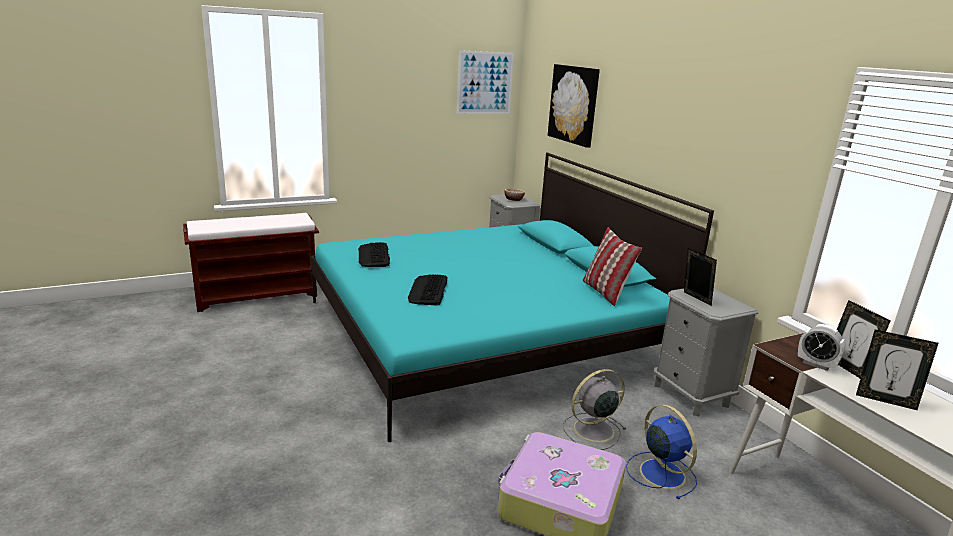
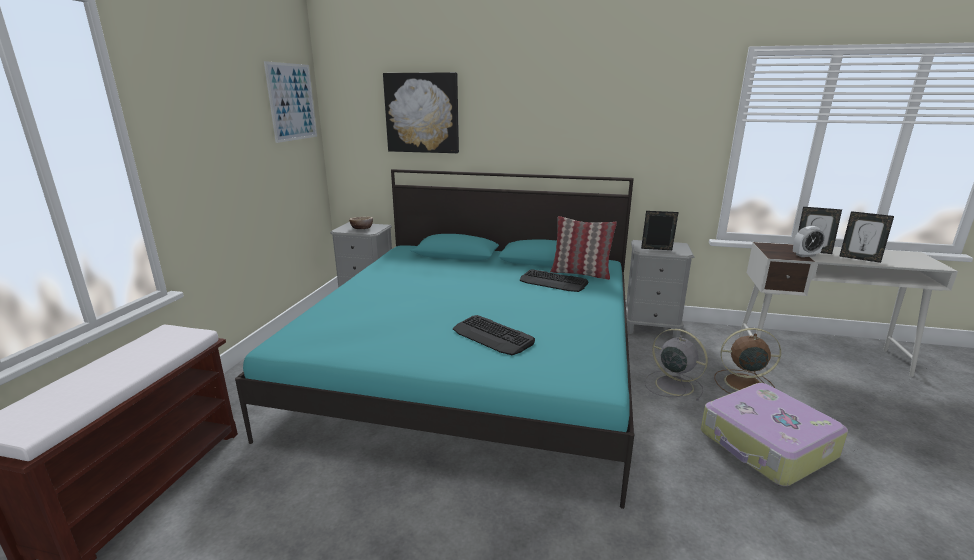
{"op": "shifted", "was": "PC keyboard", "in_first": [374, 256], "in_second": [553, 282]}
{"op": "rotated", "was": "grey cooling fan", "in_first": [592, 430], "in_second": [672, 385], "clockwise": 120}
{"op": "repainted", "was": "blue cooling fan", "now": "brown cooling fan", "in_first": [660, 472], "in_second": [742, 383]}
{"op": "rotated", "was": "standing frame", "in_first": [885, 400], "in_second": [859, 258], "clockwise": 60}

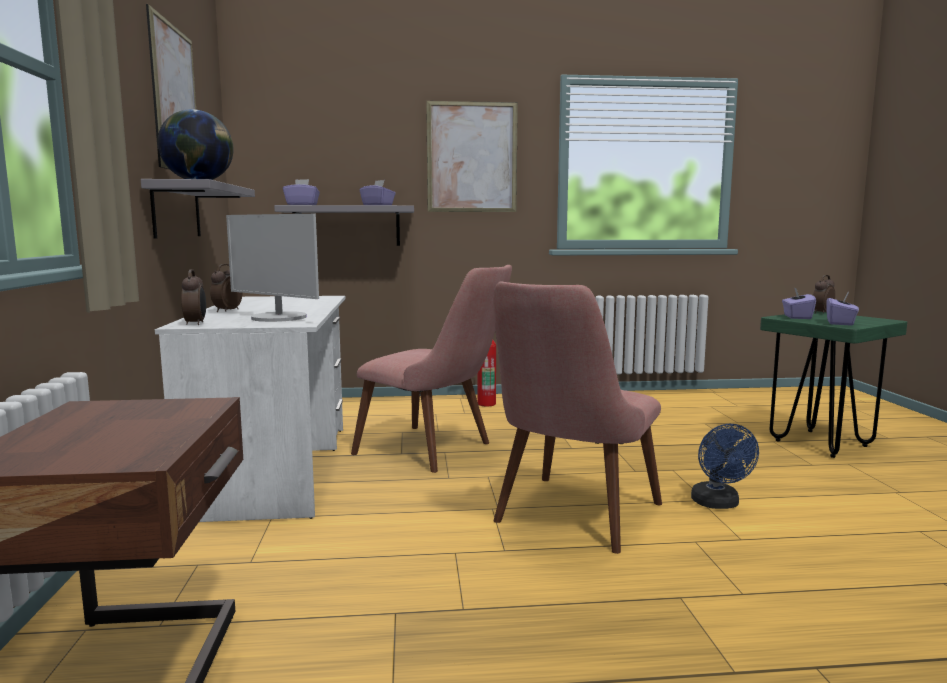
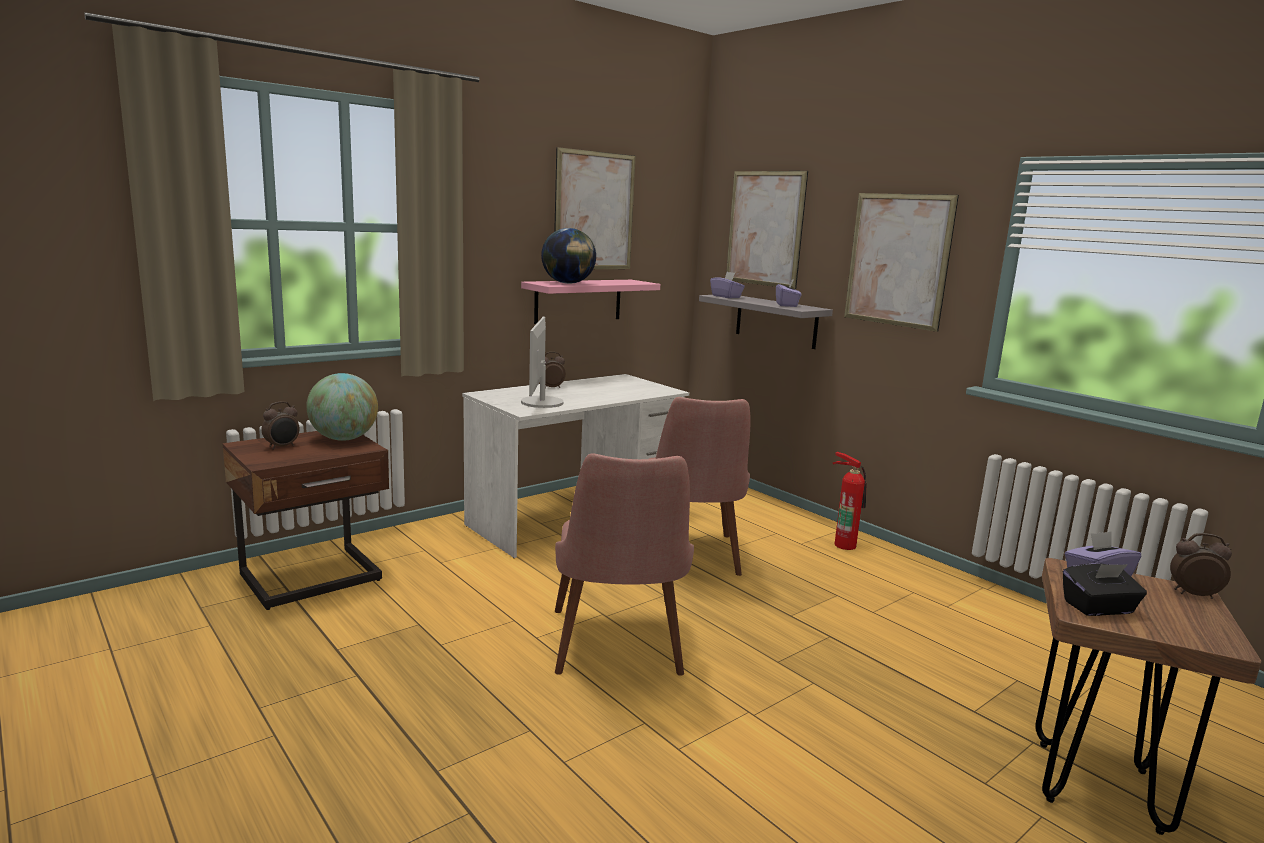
{"op": "repainted", "was": "grey bracket shelf", "now": "pink bracket shelf", "in_first": [176, 211], "in_second": [578, 301]}
{"op": "shifted", "was": "table clock", "in_first": [196, 323], "in_second": [282, 447]}
{"op": "rotated", "was": "pink chair", "in_first": [570, 520], "in_second": [618, 652], "clockwise": -90}
{"op": "gone", "was": "blue cooling fan", "in_first": [718, 504]}
{"op": "repainted", "was": "green stool seat", "now": "brown stool seat", "in_first": [820, 443], "in_second": [1096, 786]}
{"op": "repainted", "was": "purplish tissue holder", "now": "black-coloured tissue holder", "in_first": [840, 323], "in_second": [1098, 608]}
{"op": "new", "now": "world globe", "in_second": [344, 439]}
{"op": "new", "now": "wall picture", "in_second": [765, 228]}

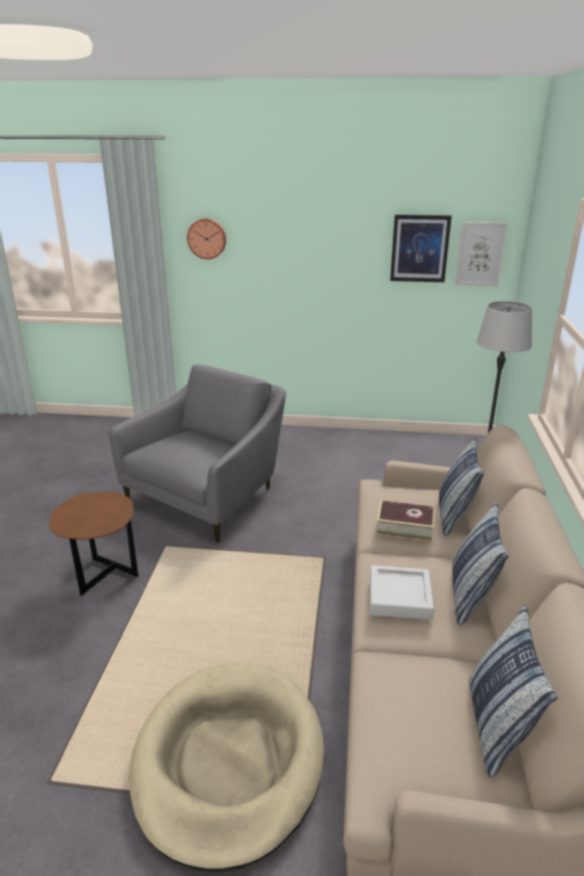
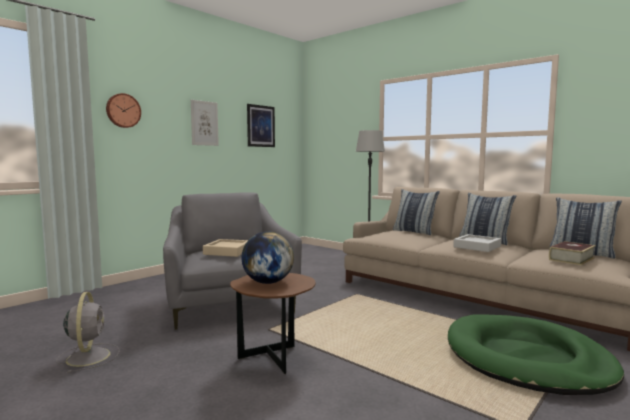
{"op": "repainted", "was": "sand-coloured dog cushion", "now": "green dog cushion", "in_first": [229, 762], "in_second": [526, 359]}
{"op": "shifted", "was": "book", "in_first": [405, 527], "in_second": [571, 259]}
{"op": "shifted", "was": "wall picture", "in_first": [480, 254], "in_second": [204, 123]}
{"op": "new", "now": "grey cooling fan", "in_second": [88, 356]}
{"op": "new", "now": "sand-coloured serving tray", "in_second": [228, 251]}
{"op": "new", "now": "world globe", "in_second": [268, 282]}

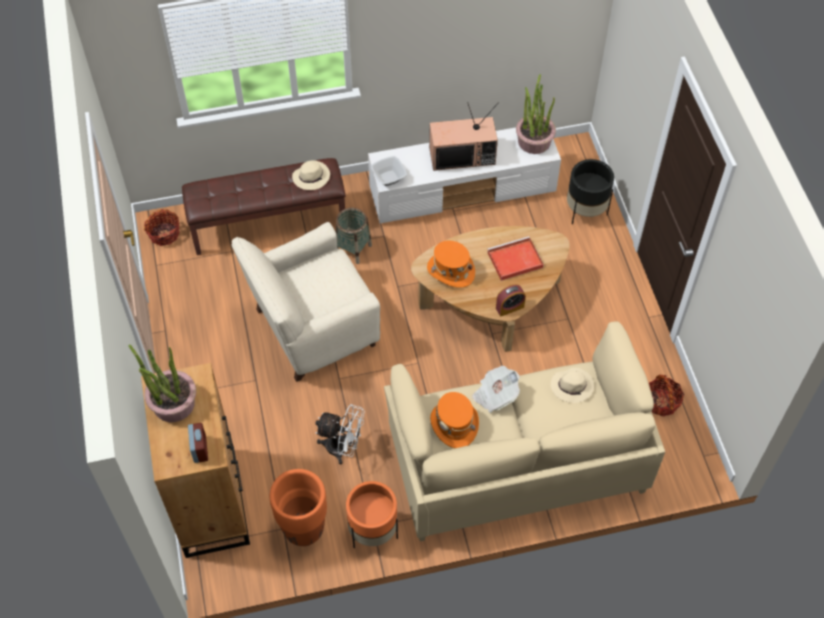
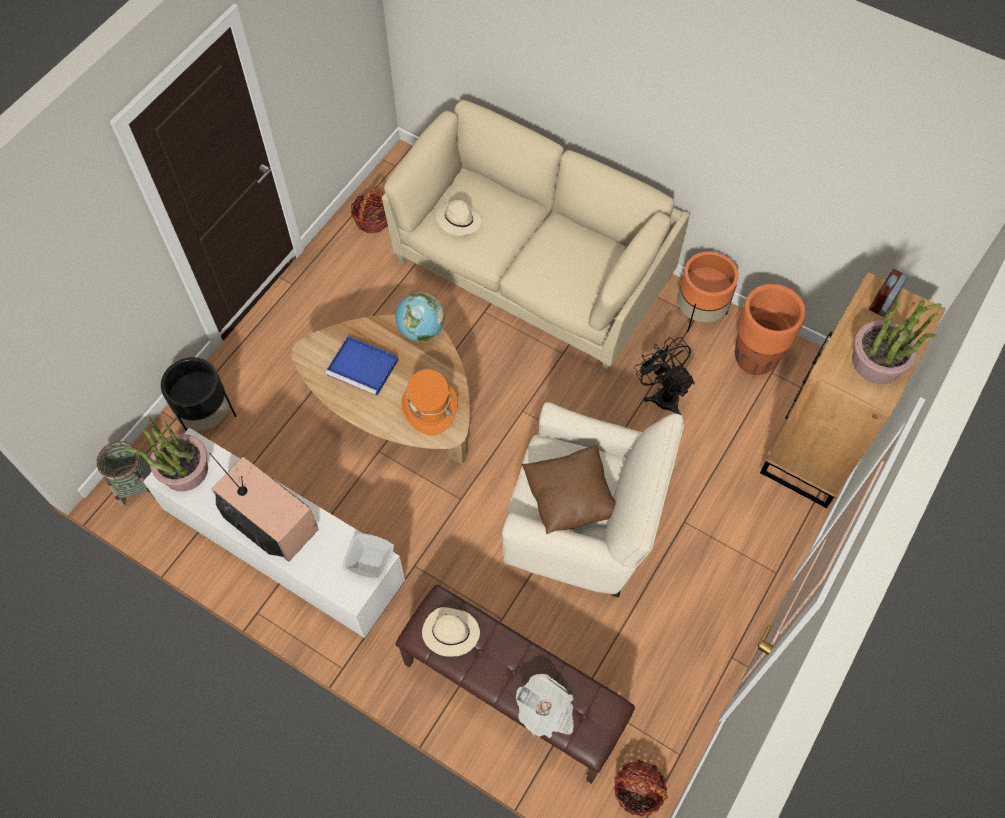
{"op": "repainted", "was": "white cooling fan", "now": "black-coloured cooling fan", "in_first": [342, 448], "in_second": [662, 394]}
{"op": "shifted", "was": "basket", "in_first": [353, 249], "in_second": [137, 486]}
{"op": "gone", "was": "orangey clothing hat", "in_first": [454, 424]}
{"op": "shifted", "was": "daily paper", "in_first": [495, 395], "in_second": [546, 712]}
{"op": "repainted", "was": "reddish serving tray", "now": "blue serving tray", "in_first": [514, 260], "in_second": [364, 367]}
{"op": "swapped", "was": "table clock", "now": "world globe", "in_first": [510, 307], "in_second": [421, 330]}
{"op": "new", "now": "brown throw pillow", "in_second": [570, 499]}

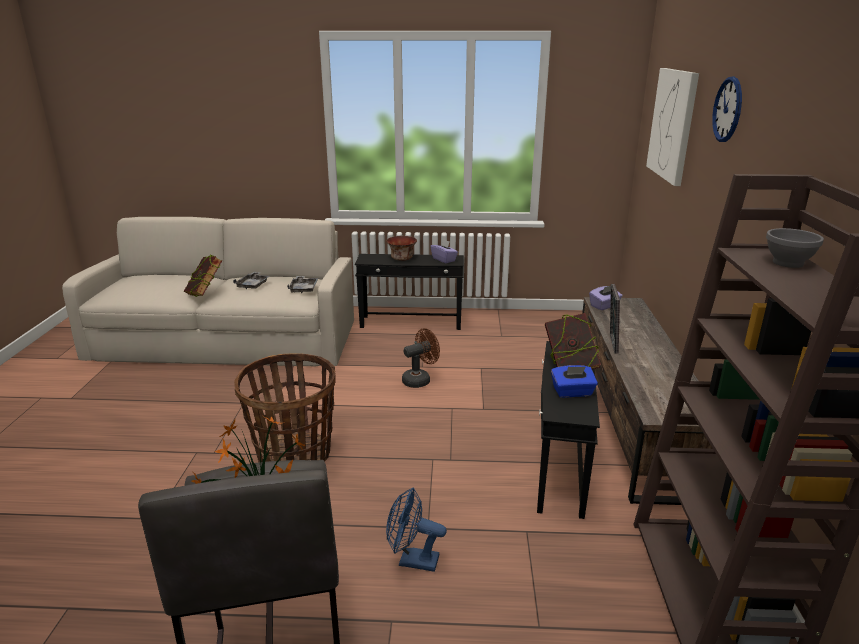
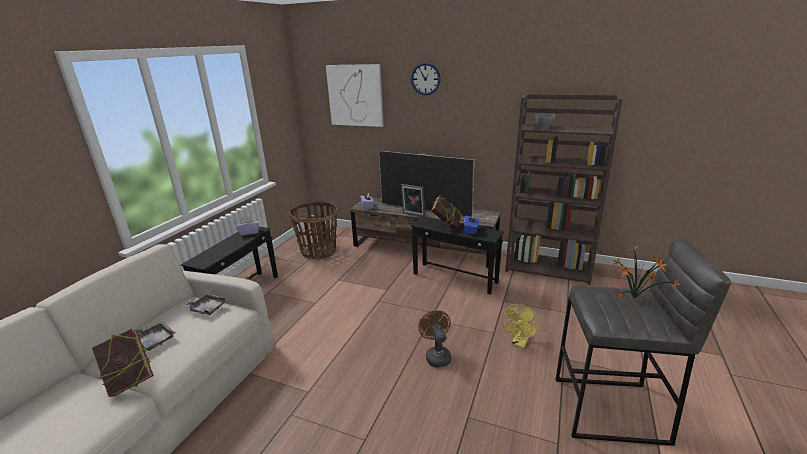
{"op": "shifted", "was": "basket", "in_first": [294, 457], "in_second": [319, 251]}
{"op": "gone", "was": "deep dish", "in_first": [402, 259]}
{"op": "repainted", "was": "blue cooling fan", "now": "yellow cooling fan", "in_first": [412, 560], "in_second": [519, 343]}
{"op": "shifted", "was": "brown cooling fan", "in_first": [420, 380], "in_second": [436, 355]}
{"op": "new", "now": "TV", "in_second": [425, 210]}

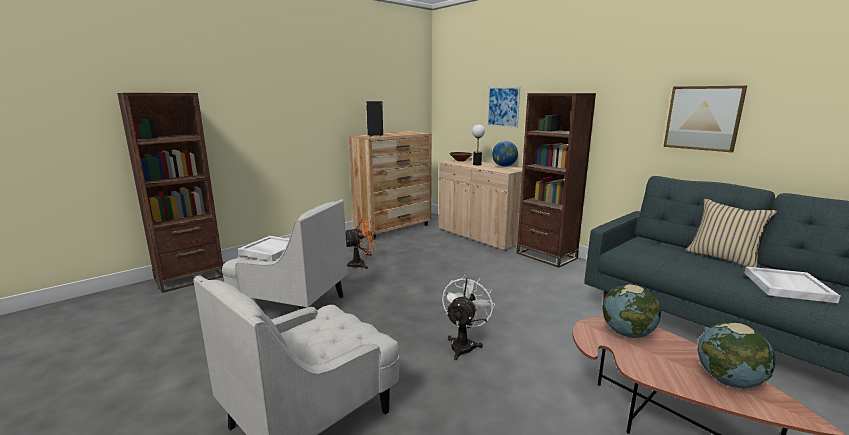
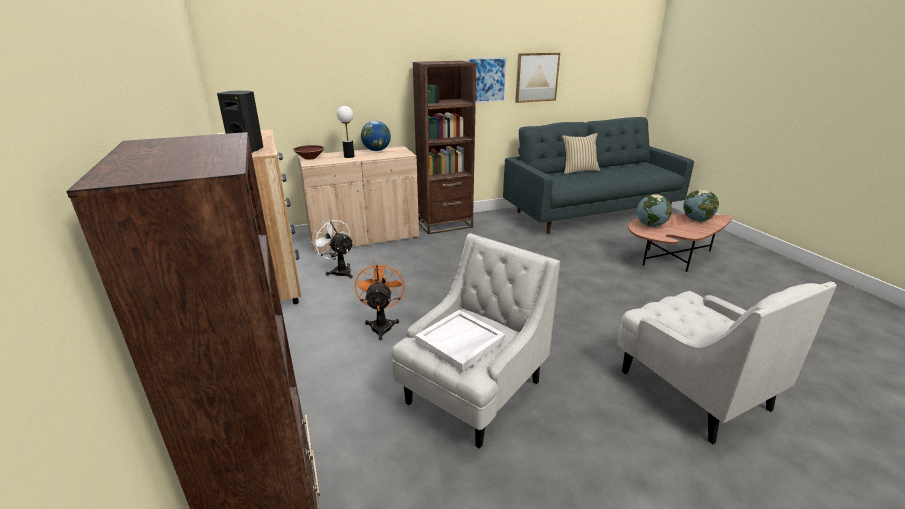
{"op": "shifted", "was": "white cooling fan", "in_first": [464, 344], "in_second": [339, 271]}
{"op": "shifted", "was": "wall picture", "in_first": [503, 107], "in_second": [486, 80]}
{"op": "gone", "was": "white serving tray", "in_first": [786, 286]}

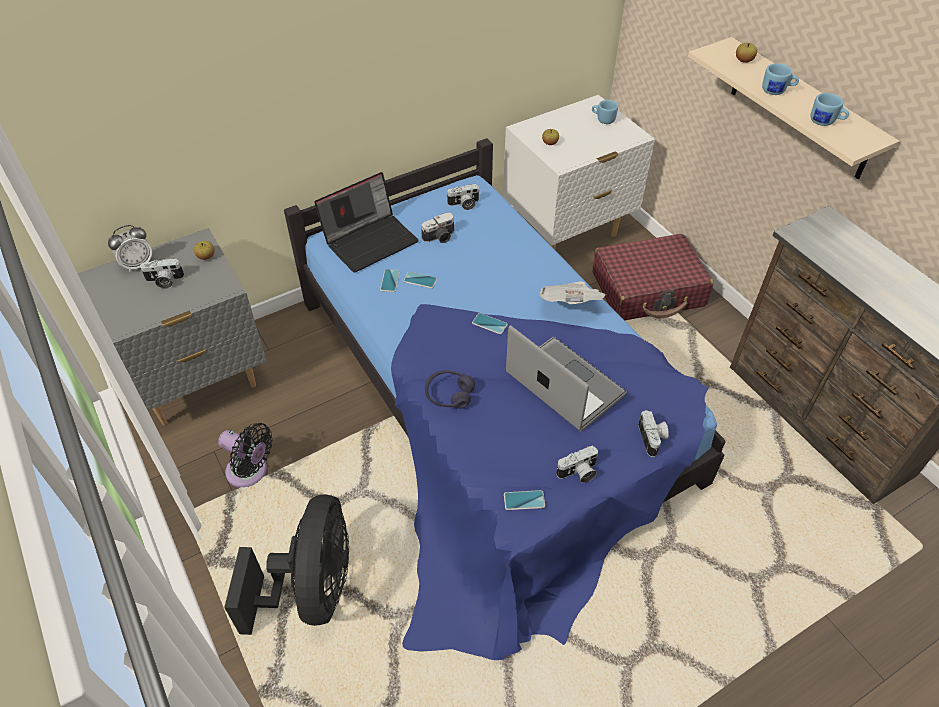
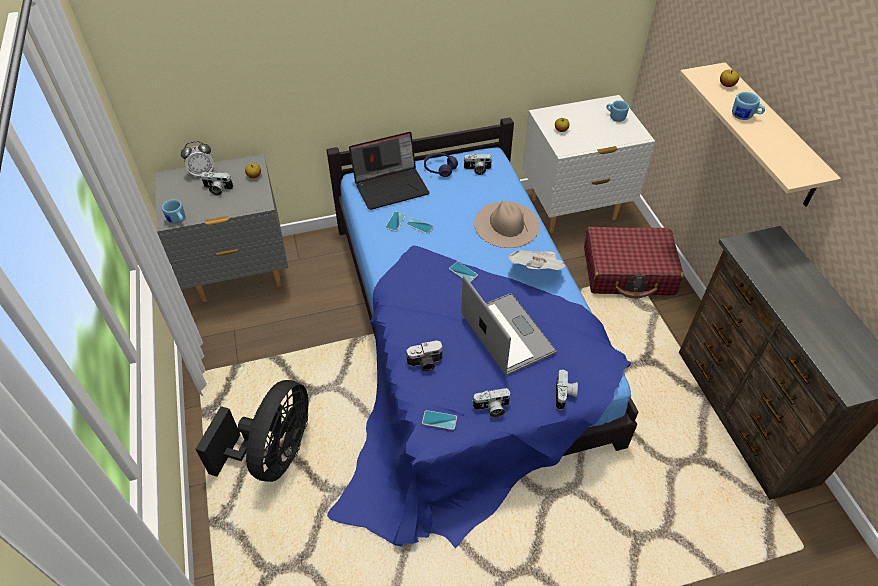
{"op": "gone", "was": "black-coloured cooling fan", "in_first": [250, 472]}
{"op": "shifted", "was": "still camera", "in_first": [440, 237], "in_second": [425, 363]}
{"op": "shifted", "was": "purplish pair of headphones", "in_first": [449, 394], "in_second": [440, 168]}
{"op": "shifted", "was": "blue coffee mug", "in_first": [825, 122], "in_second": [178, 220]}
{"op": "new", "now": "sand-coloured clothing hat", "in_second": [506, 224]}

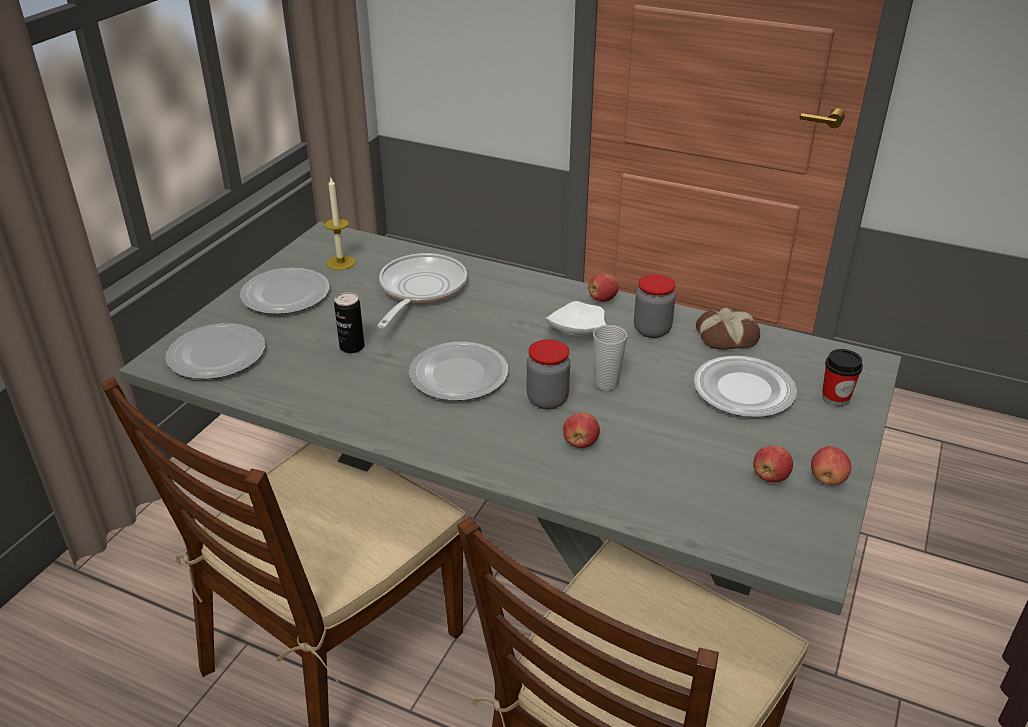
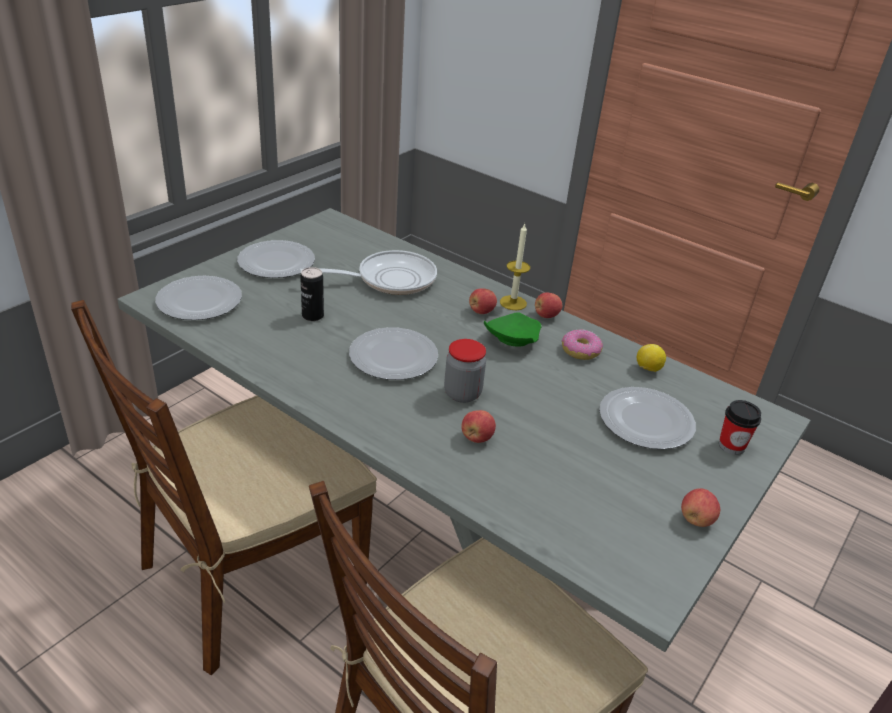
{"op": "shifted", "was": "wax light", "in_first": [341, 263], "in_second": [513, 303]}
{"op": "rotated", "was": "frying pan", "in_first": [419, 290], "in_second": [389, 279], "clockwise": 45}
{"op": "repainted", "was": "white plate", "now": "green plate", "in_first": [576, 331], "in_second": [511, 339]}
{"op": "gone", "was": "cup", "in_first": [606, 384]}
{"op": "swapped", "was": "storage jar", "now": "donut", "in_first": [652, 330], "in_second": [580, 351]}
{"op": "swapped", "was": "bread", "now": "citrus fruit", "in_first": [726, 336], "in_second": [647, 369]}
{"op": "shifted", "was": "apple fruit", "in_first": [770, 477], "in_second": [481, 311]}

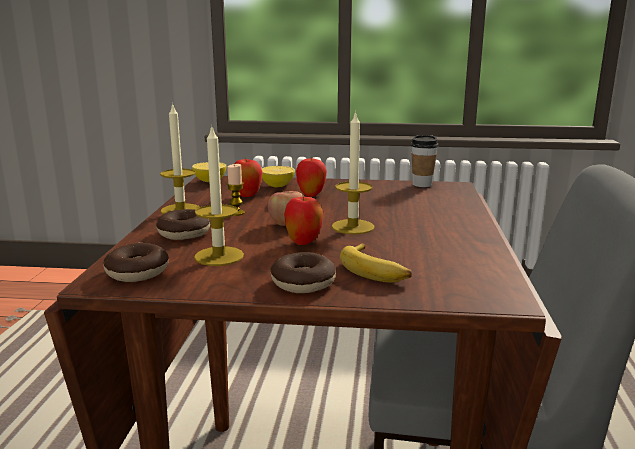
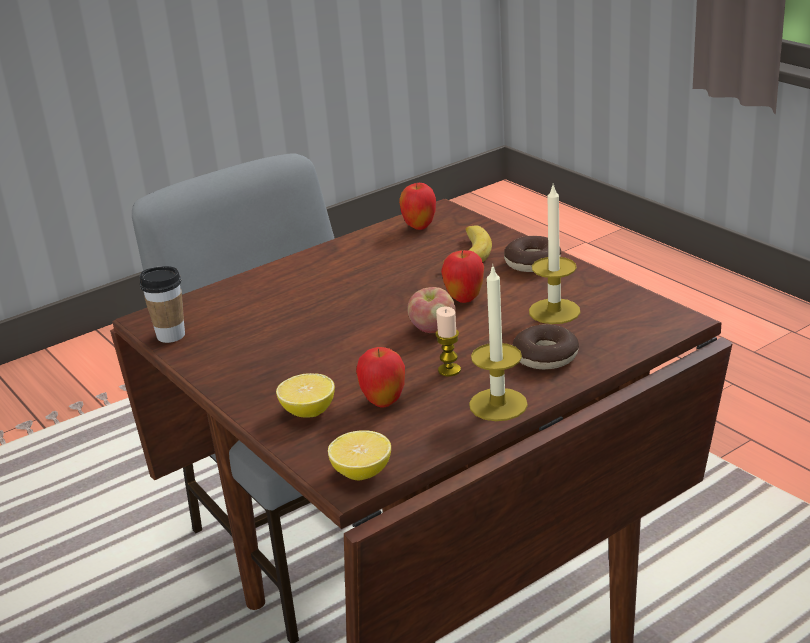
{"op": "gone", "was": "donut", "in_first": [137, 272]}
{"op": "shifted", "was": "apple fruit", "in_first": [311, 195], "in_second": [419, 227]}
{"op": "gone", "was": "wax light", "in_first": [353, 227]}

